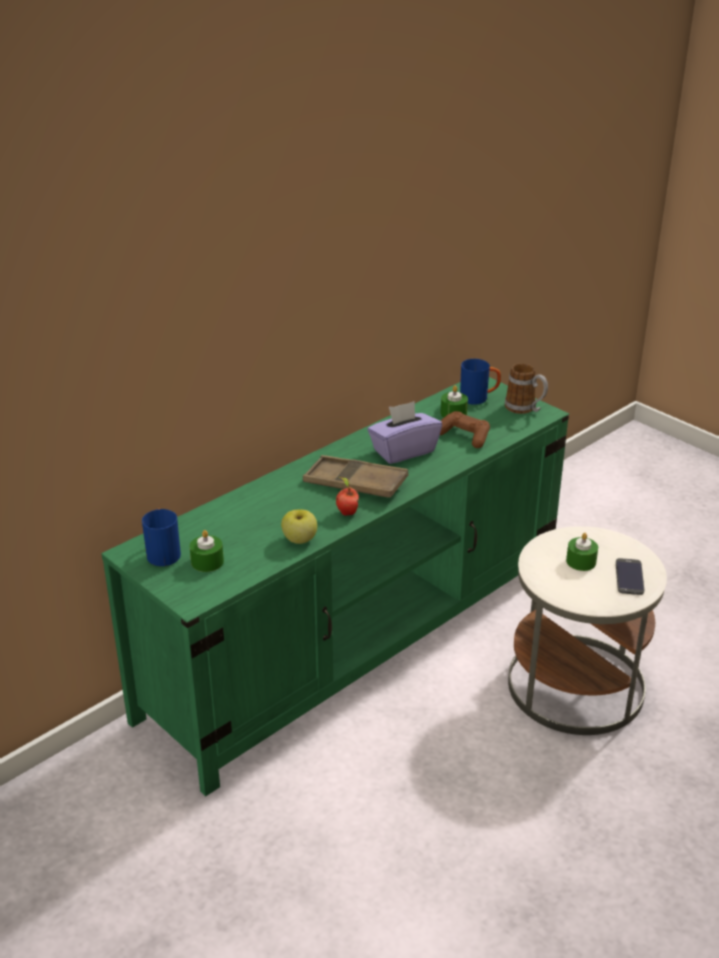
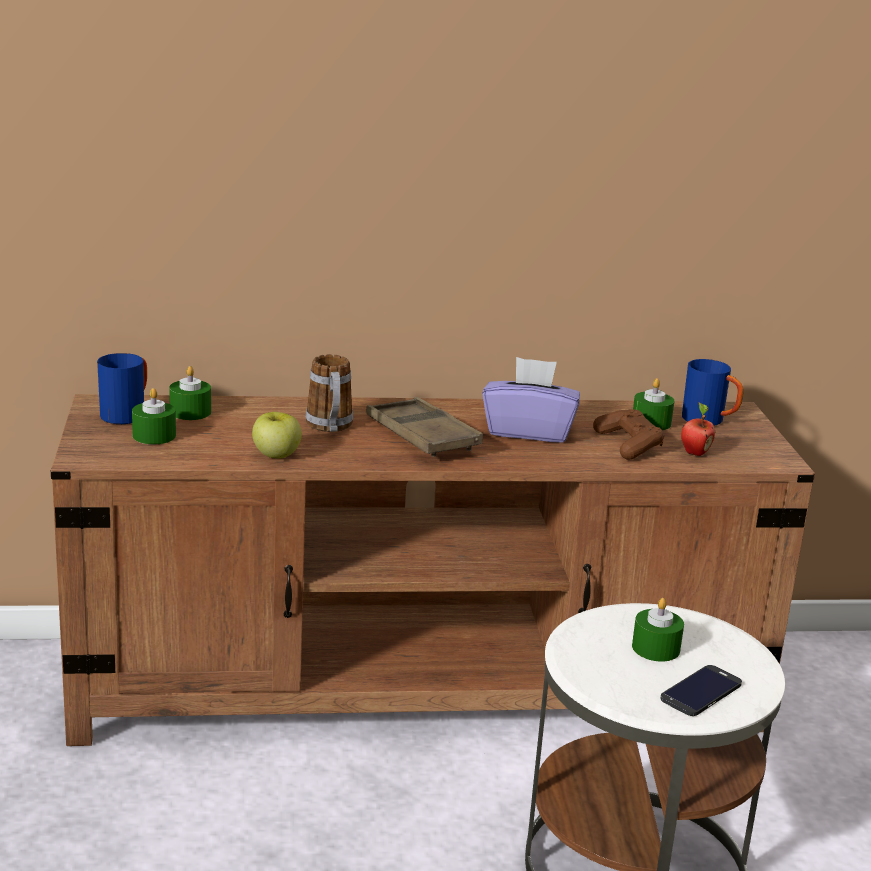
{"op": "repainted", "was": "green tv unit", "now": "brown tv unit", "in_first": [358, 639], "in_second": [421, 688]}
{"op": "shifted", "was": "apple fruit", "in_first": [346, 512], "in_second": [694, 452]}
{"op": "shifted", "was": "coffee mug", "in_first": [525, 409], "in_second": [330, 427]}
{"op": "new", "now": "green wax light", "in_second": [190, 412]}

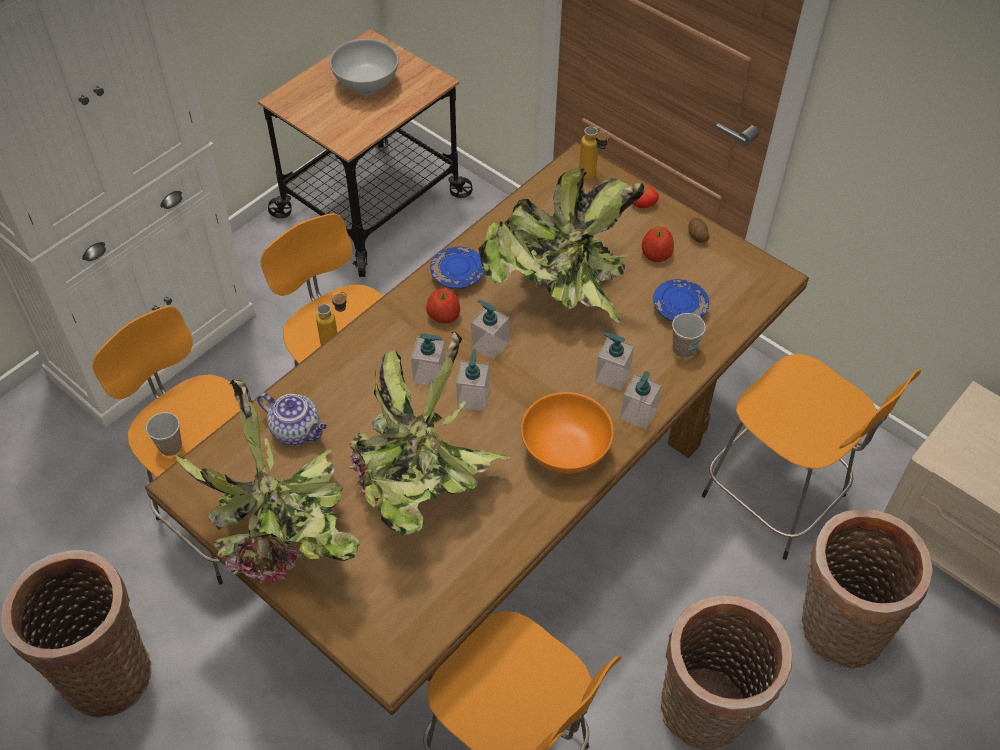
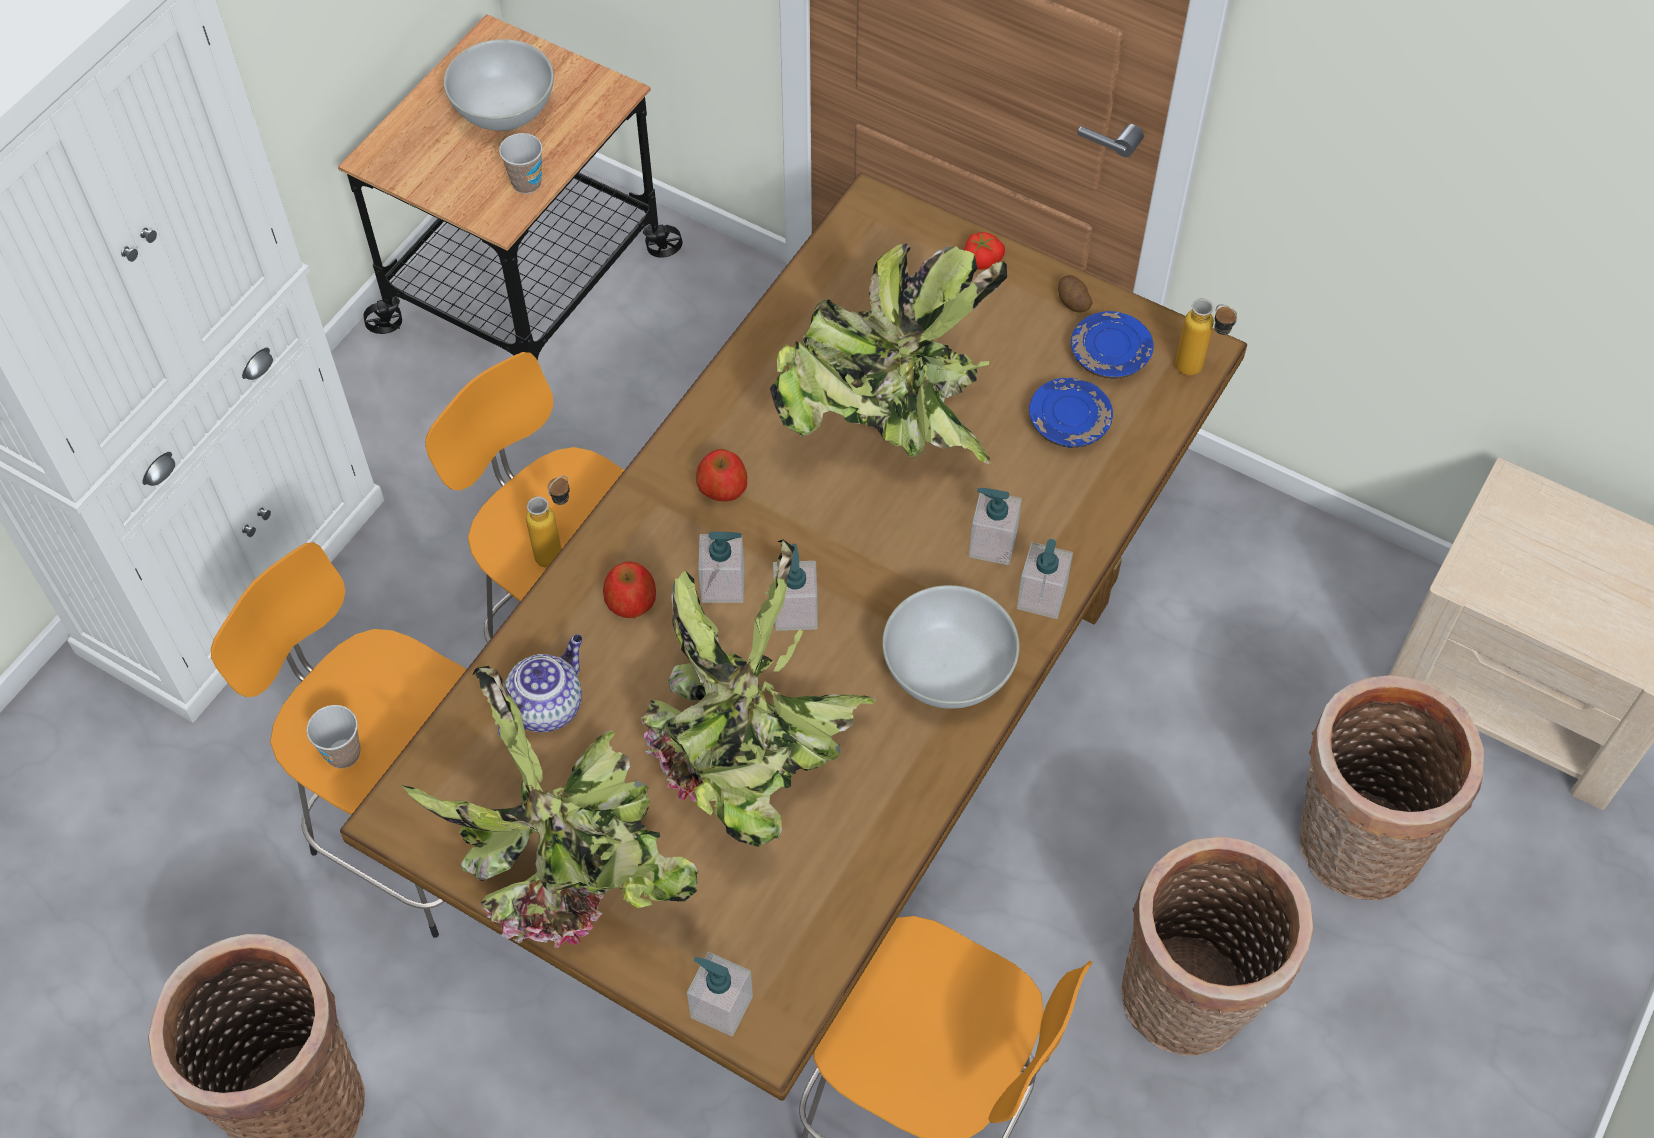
{"op": "rotated", "was": "tea pot", "in_first": [297, 431], "in_second": [546, 705], "clockwise": -75}
{"op": "shifted", "was": "blue plate", "in_first": [458, 275], "in_second": [1110, 355]}
{"op": "shifted", "was": "soap bottle", "in_first": [489, 345], "in_second": [721, 1006]}
{"op": "repainted", "was": "orangey deep dish", "now": "white deep dish", "in_first": [565, 452], "in_second": [948, 673]}
{"op": "shifted", "was": "drink bottle", "in_first": [592, 178], "in_second": [1198, 372]}
{"op": "shifted", "was": "apple fruit", "in_first": [656, 253], "in_second": [631, 600]}
{"op": "shifted", "was": "cup", "in_first": [683, 349], "in_second": [526, 183]}
{"op": "gone", "was": "orangey stool seat", "in_first": [778, 499]}

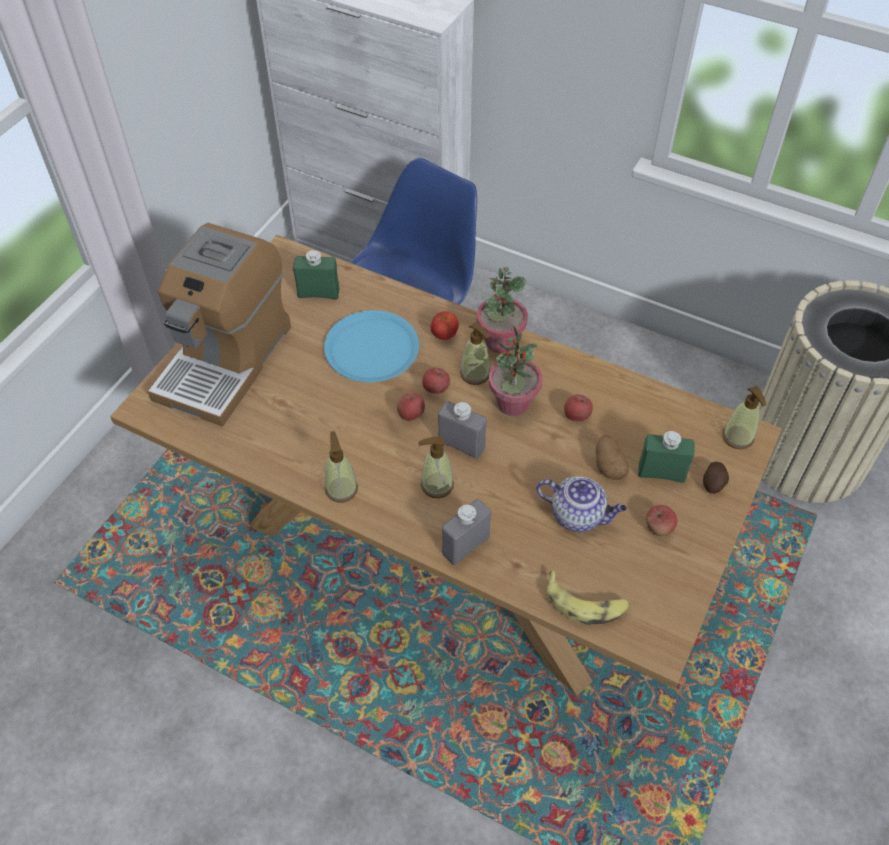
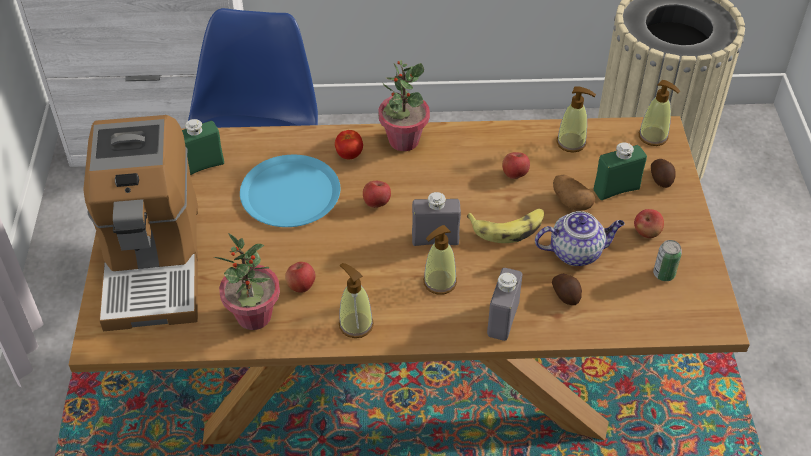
{"op": "shifted", "was": "apple fruit", "in_first": [411, 415], "in_second": [301, 286]}
{"op": "shifted", "was": "soap bottle", "in_first": [475, 374], "in_second": [571, 143]}
{"op": "shifted", "was": "potted plant", "in_first": [513, 404], "in_second": [254, 316]}
{"op": "shifted", "was": "banana", "in_first": [586, 603], "in_second": [508, 227]}
{"op": "new", "now": "whole potato", "in_second": [566, 295]}
{"op": "new", "now": "can", "in_second": [663, 274]}

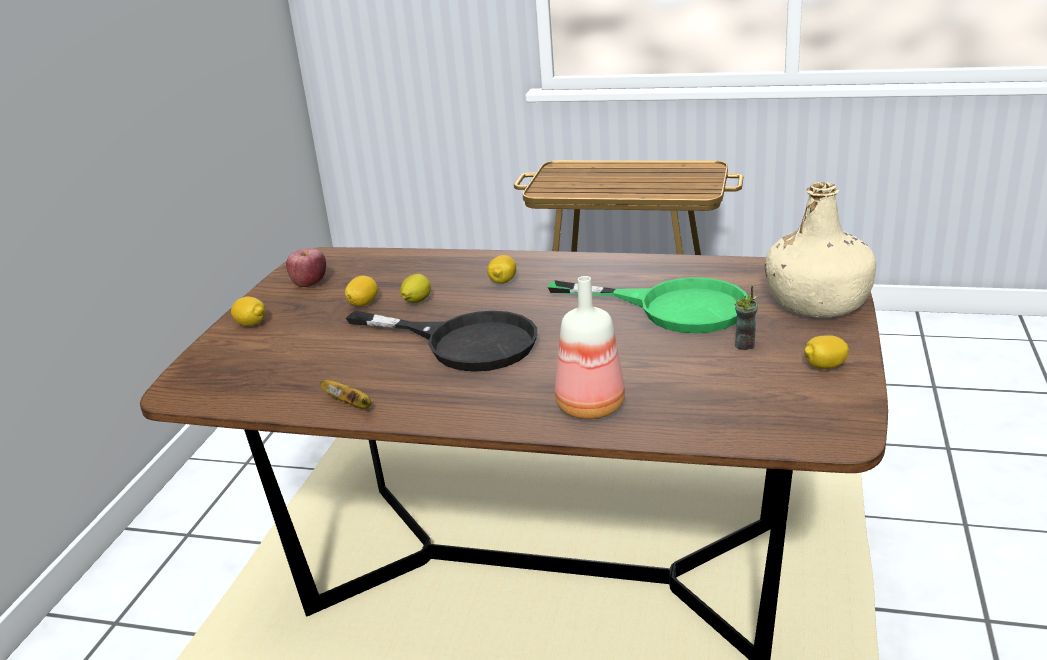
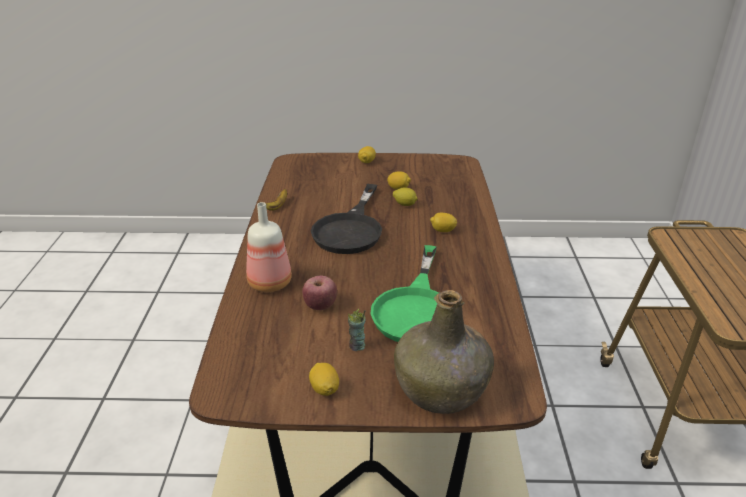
{"op": "shifted", "was": "apple fruit", "in_first": [309, 283], "in_second": [320, 306]}
{"op": "repainted", "was": "sand-coloured drink bottle", "now": "green drink bottle", "in_first": [817, 302], "in_second": [442, 388]}

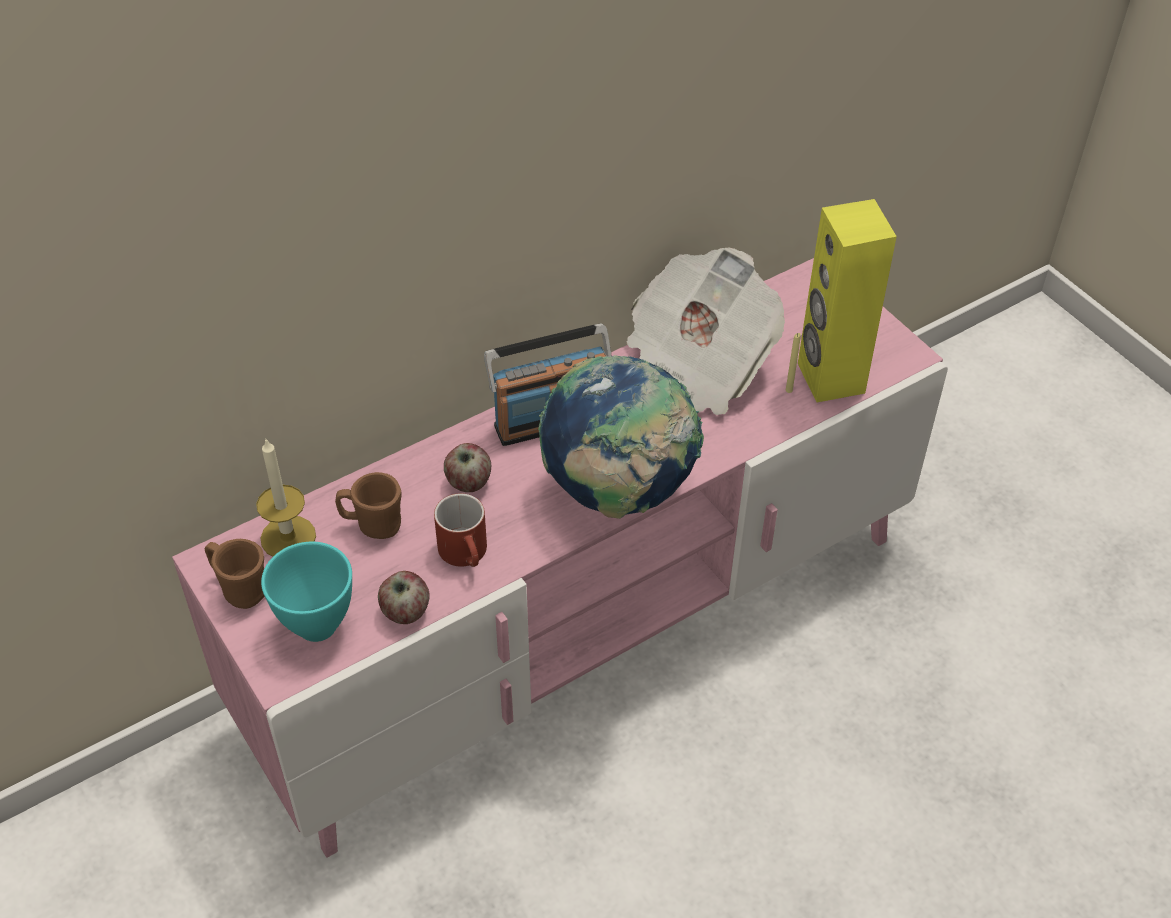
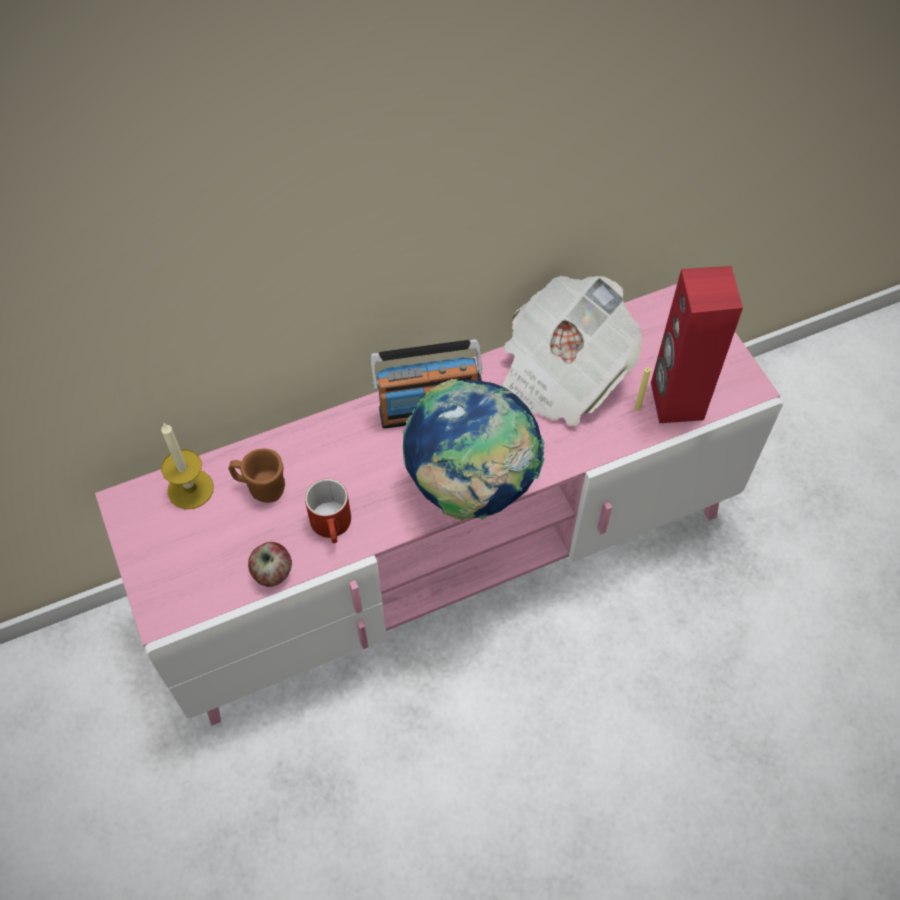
{"op": "gone", "was": "brown coffee mug", "in_first": [240, 588]}
{"op": "gone", "was": "turquoise-coloured deep dish", "in_first": [318, 627]}
{"op": "gone", "was": "apple fruit", "in_first": [468, 482]}
{"op": "repainted", "was": "yellow loudspeaker", "now": "reddish loudspeaker", "in_first": [830, 378], "in_second": [676, 401]}

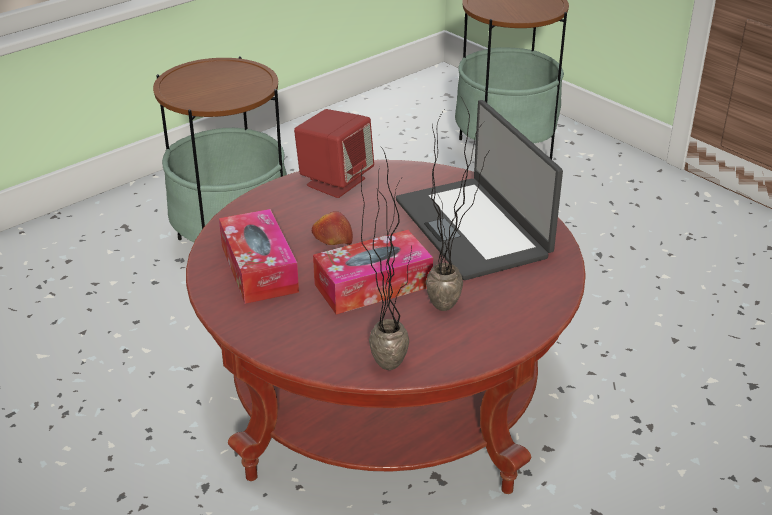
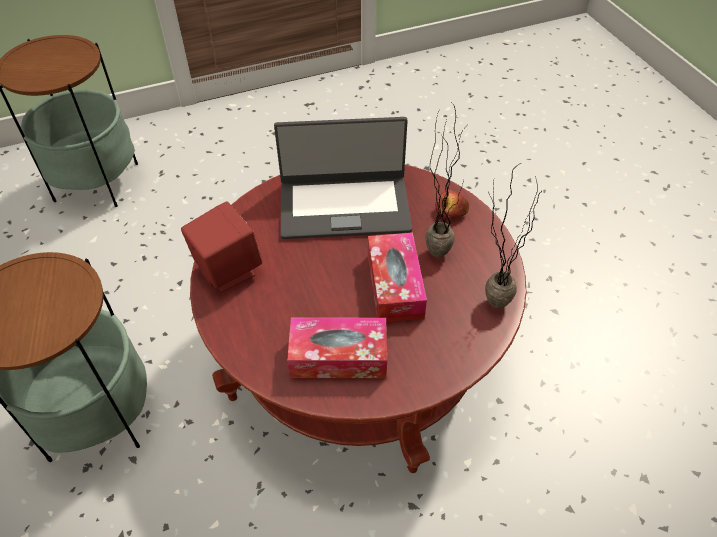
{"op": "shifted", "was": "apple fruit", "in_first": [332, 239], "in_second": [451, 211]}

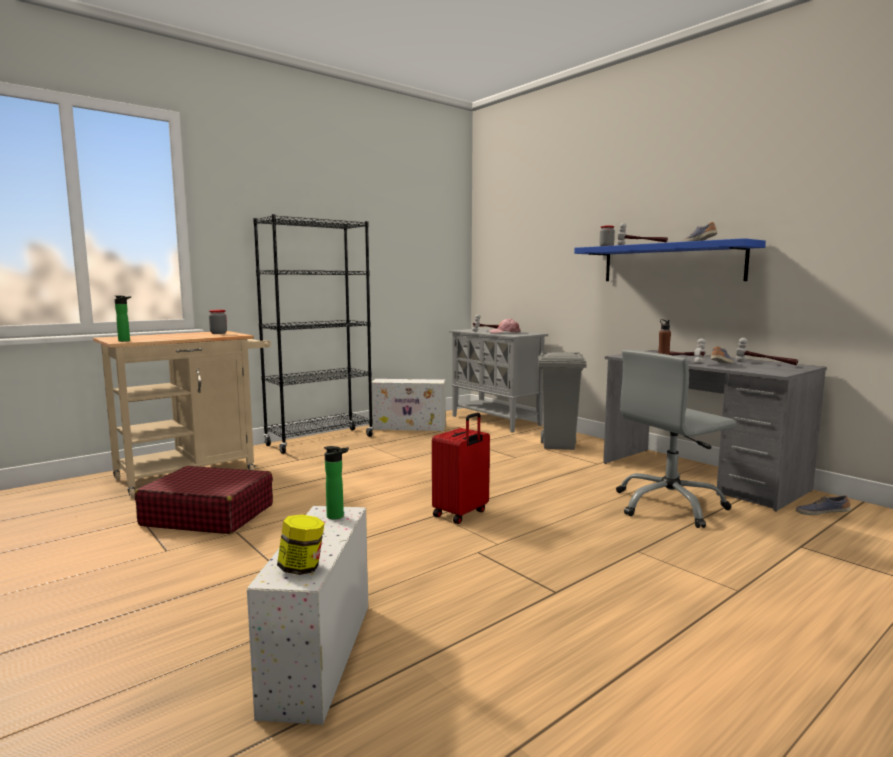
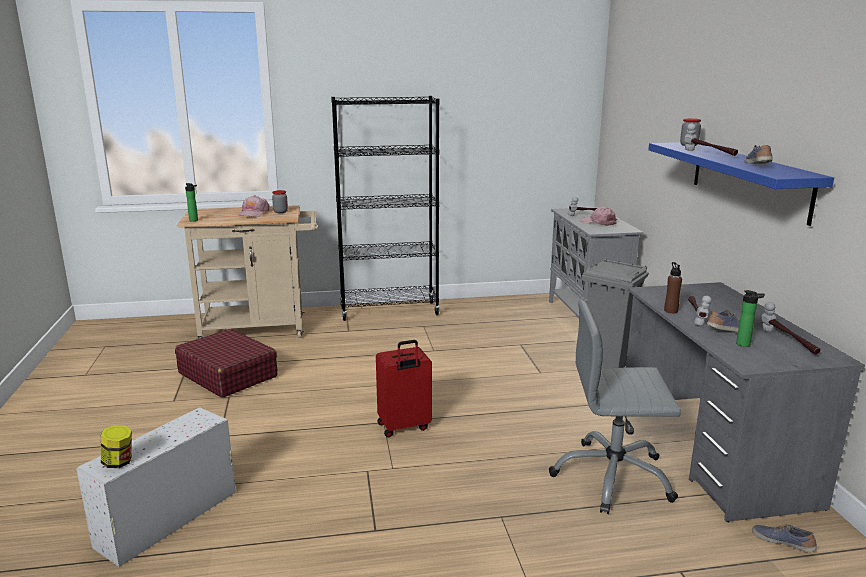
{"op": "shifted", "was": "drink bottle", "in_first": [338, 516], "in_second": [745, 344]}
{"op": "gone", "was": "white storage box", "in_first": [410, 427]}
{"op": "new", "now": "pink cap", "in_second": [253, 213]}

